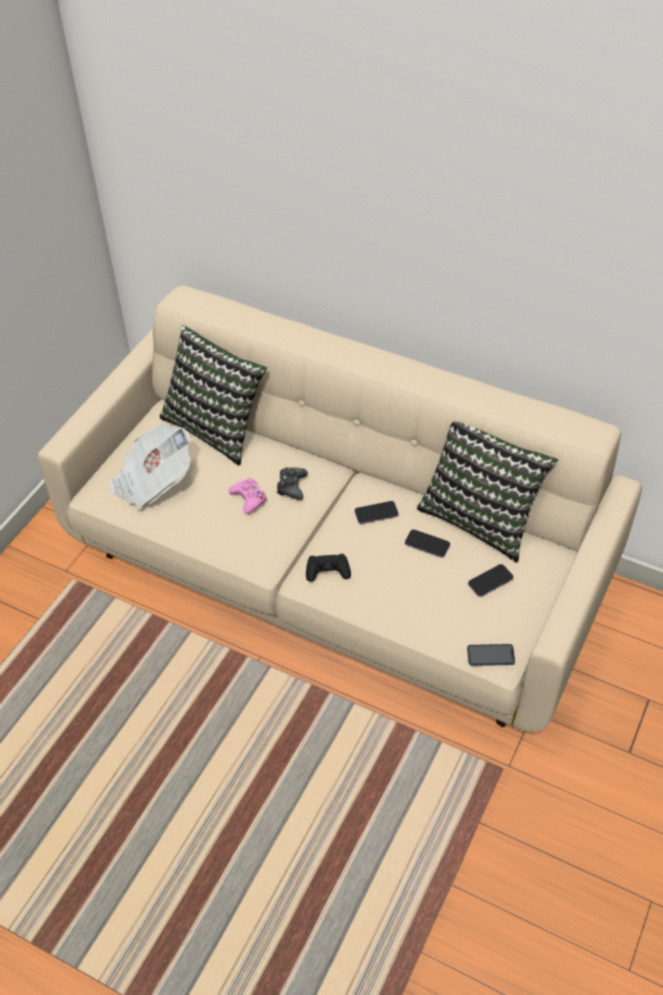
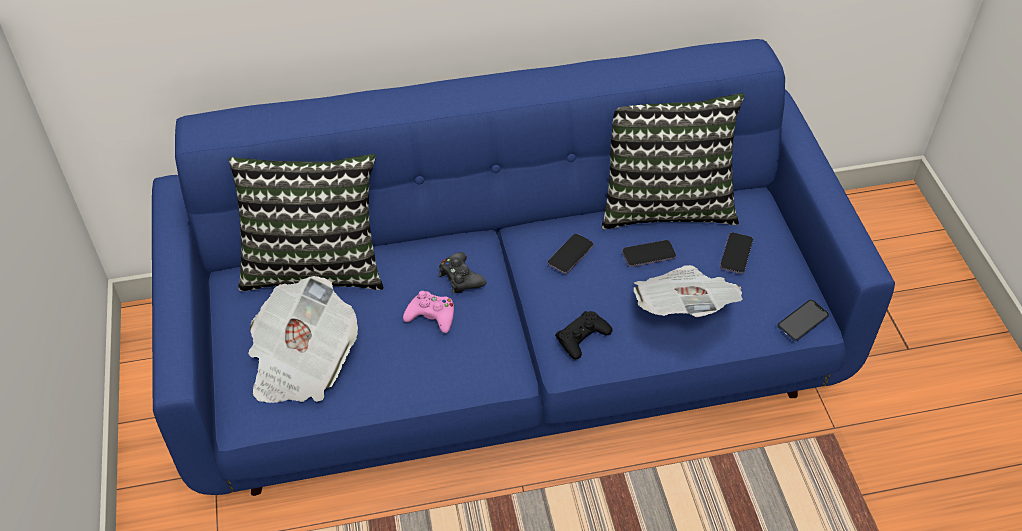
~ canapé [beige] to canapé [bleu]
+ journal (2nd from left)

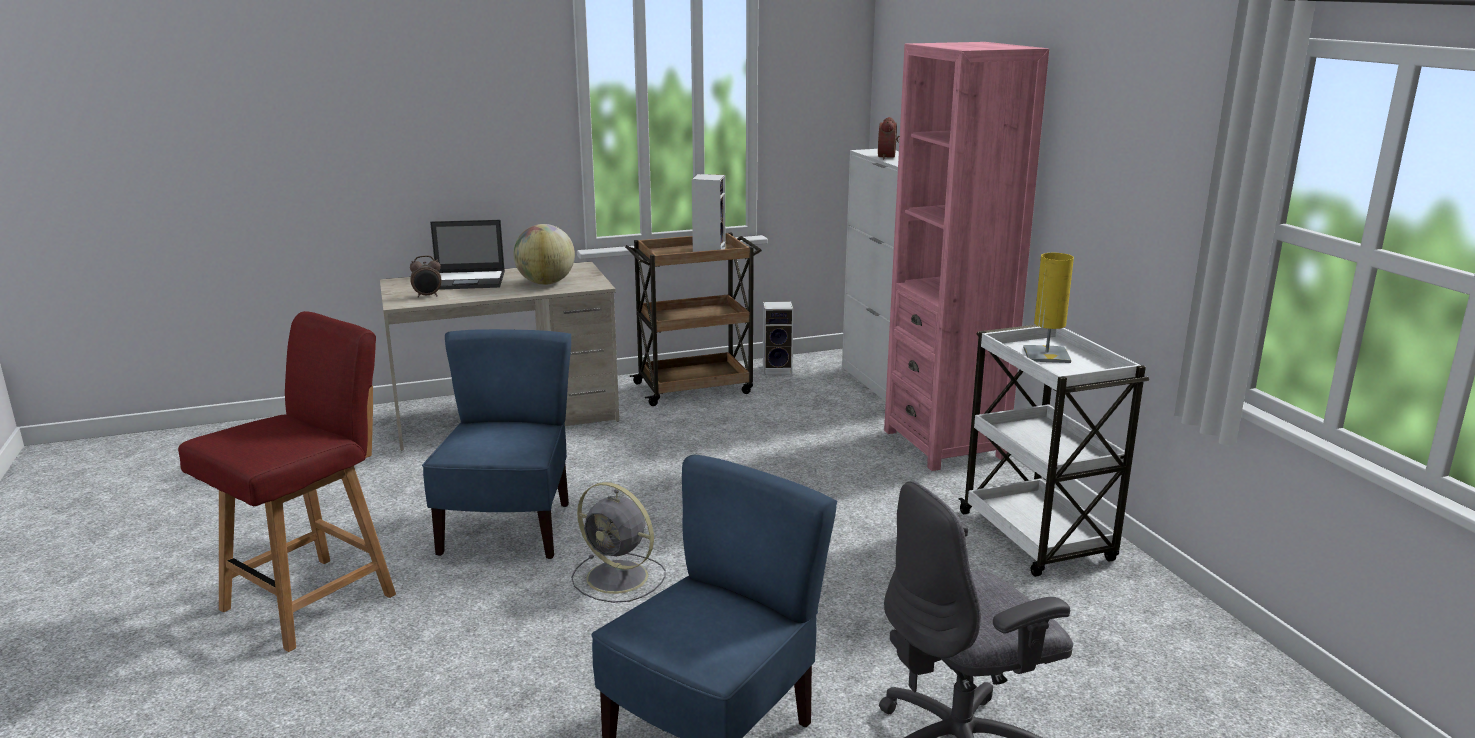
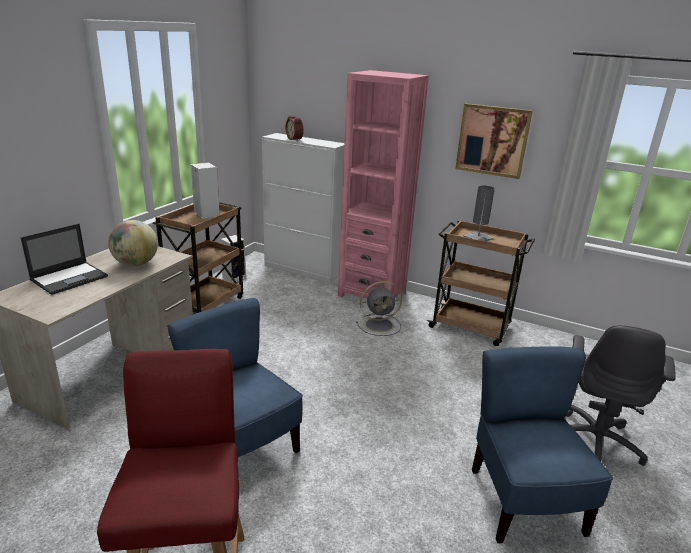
~ ventilateur [gris]
~ chariot [blanc] to chariot [marron] (2nd from left)
+ tableau
~ lampe de table [jaune] to lampe de table [gris]
- réveil (1st from left)

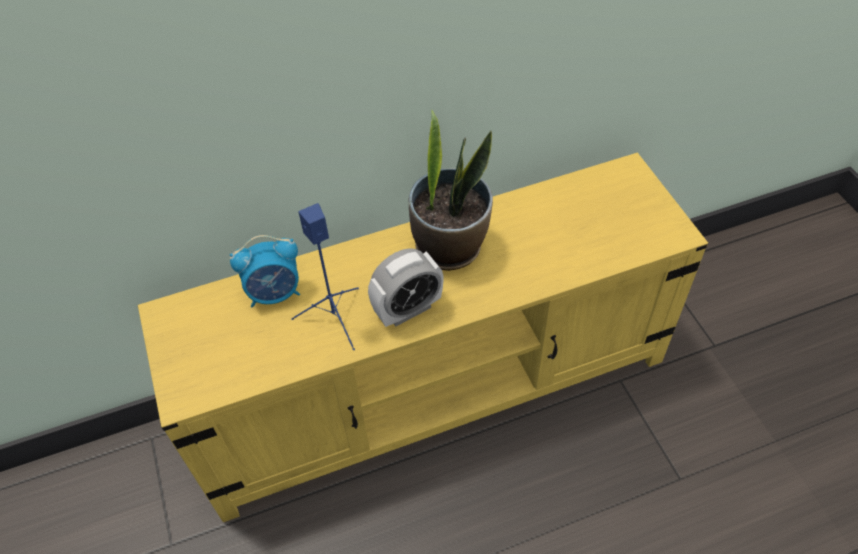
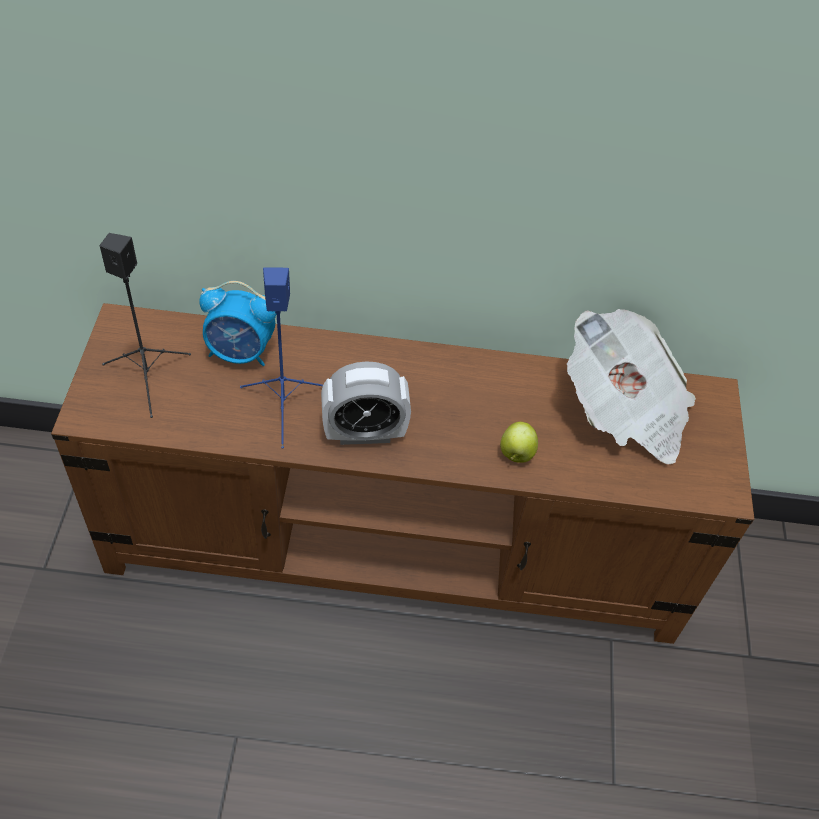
~ meuble télé [jaune] to meuble télé [marron]
+ enceinte [noir]
+ pomme
+ journal
- plante en pot

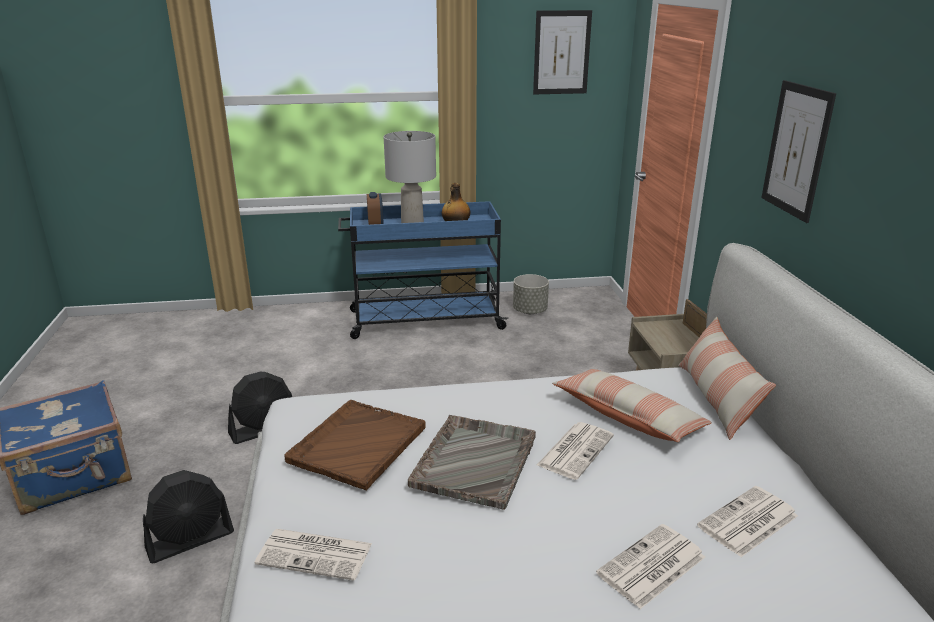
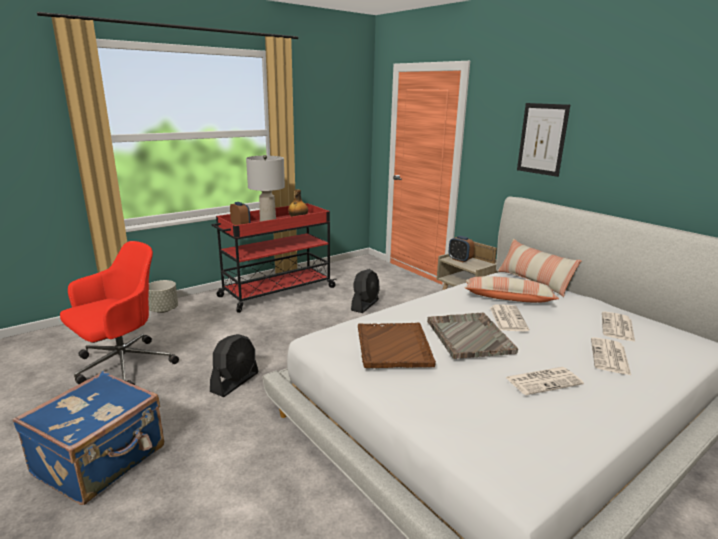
+ chaise de bureau [rouge]
~ cache-pot [gris]
~ chariot [bleu] to chariot [rouge]
~ ventilateur [noir] (1st from left in the first image) to ventilateur [noir] (2nd from left)
+ réveil (2nd from left)
~ journal (1st from left in the first image) to journal (2nd from left)
- tableau (1st from left)

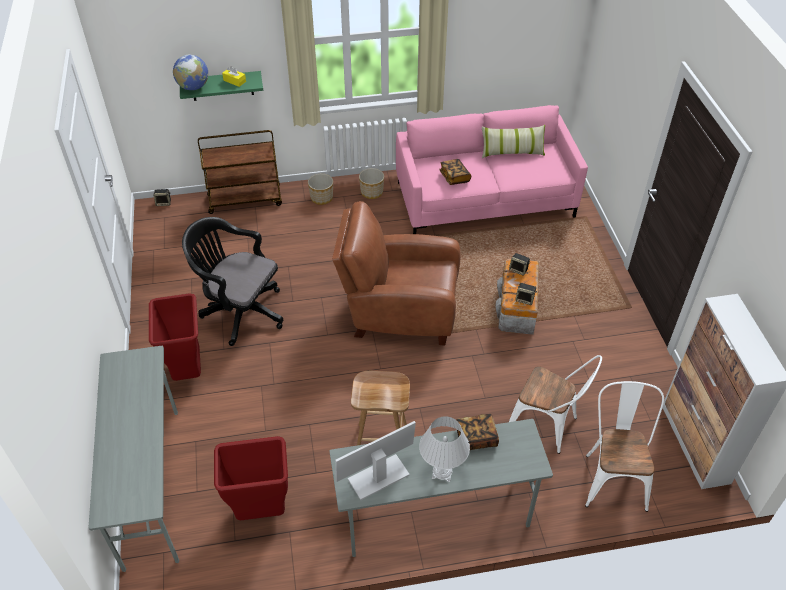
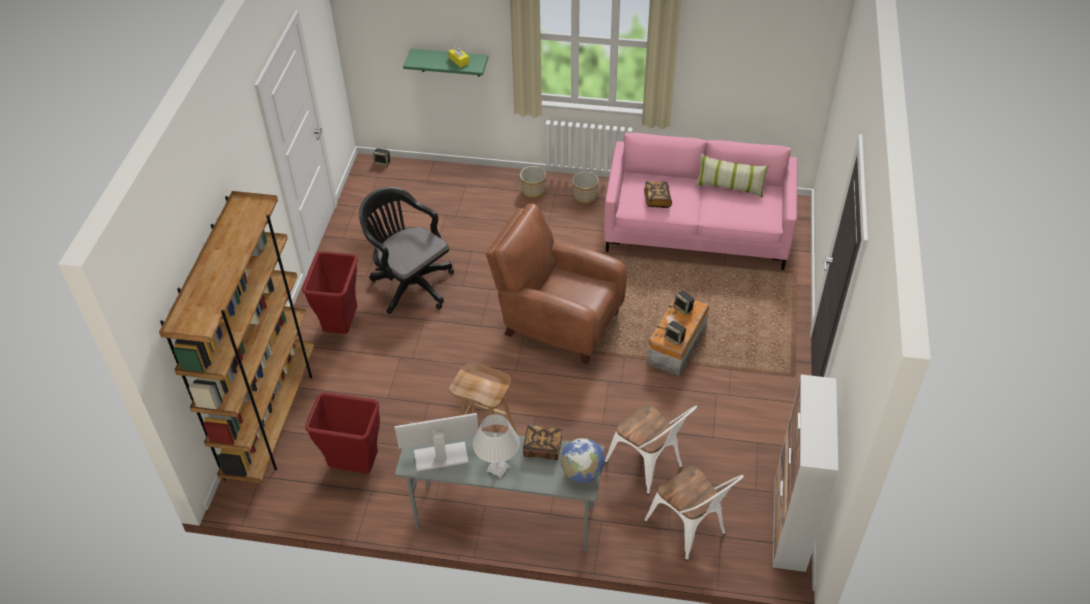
~ bureau [gris] (1st from left) to bibliothèque [marron]
~ globe
~ chaise [blanc] (2nd from left) 120 degrees clockwise
- chariot [marron]

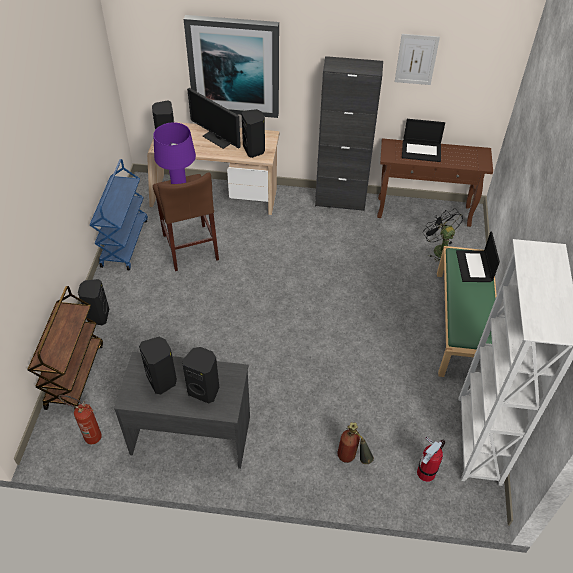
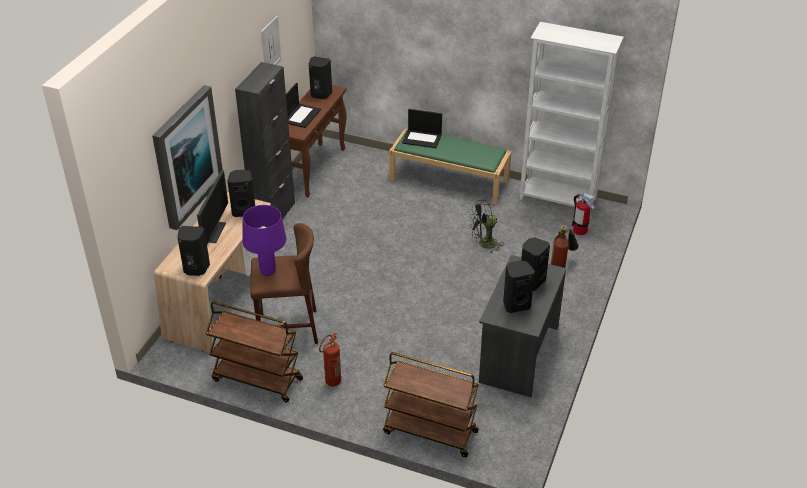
~ écran d'ordinateur 45 degrees counterclockwise
~ chariot [bleu] to chariot [marron] (1st from left)
~ enceinte [noir] (1st from left in the first image) to enceinte [noir] (3rd from left)
~ extincteur (1st from left)
~ ventilateur [noir]

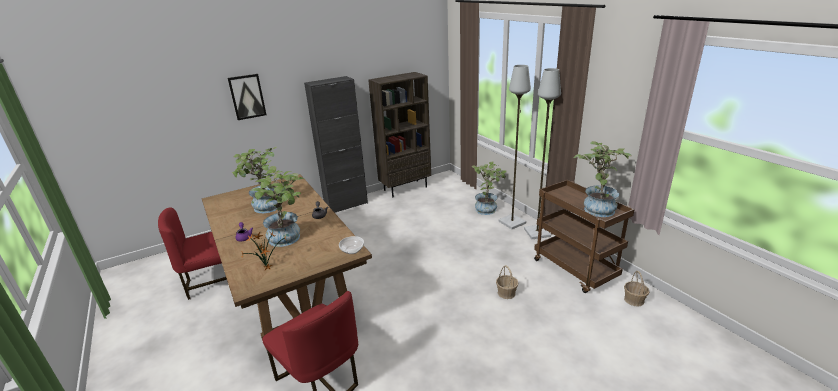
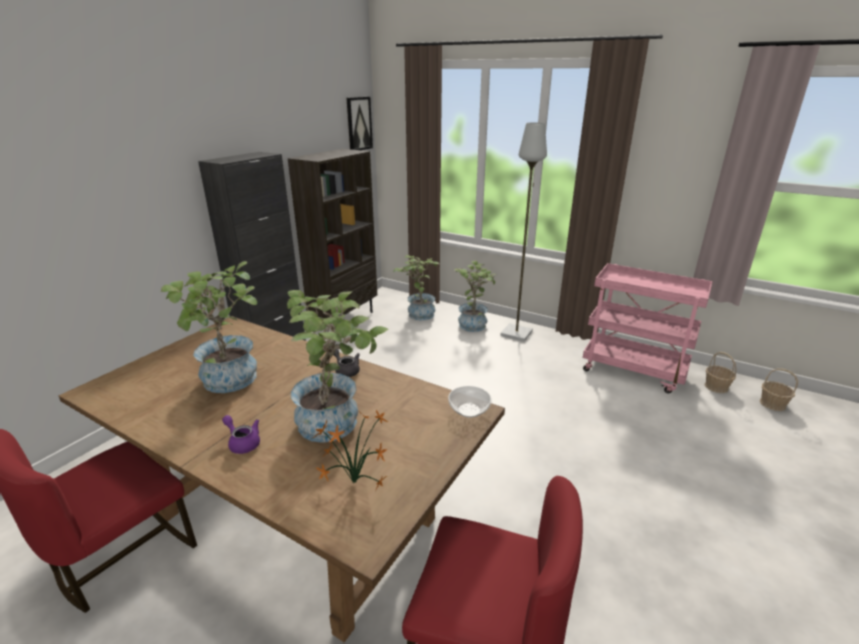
~ tableau
~ plante en pot (5th from left in the first image) to plante en pot (4th from left)
~ chariot [marron] to chariot [rose]
~ panier (1st from left in the first image) to panier (2nd from left)
- lampadaire [gris] (2nd from left)

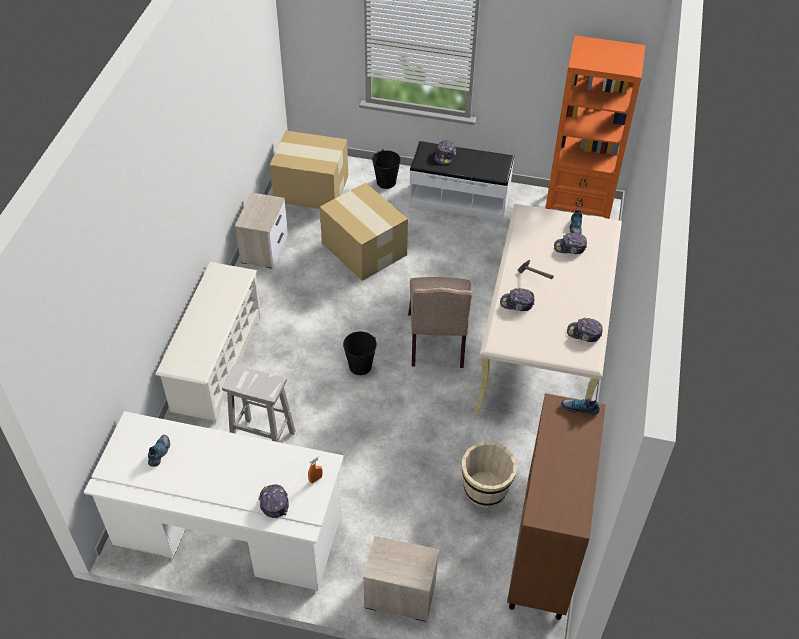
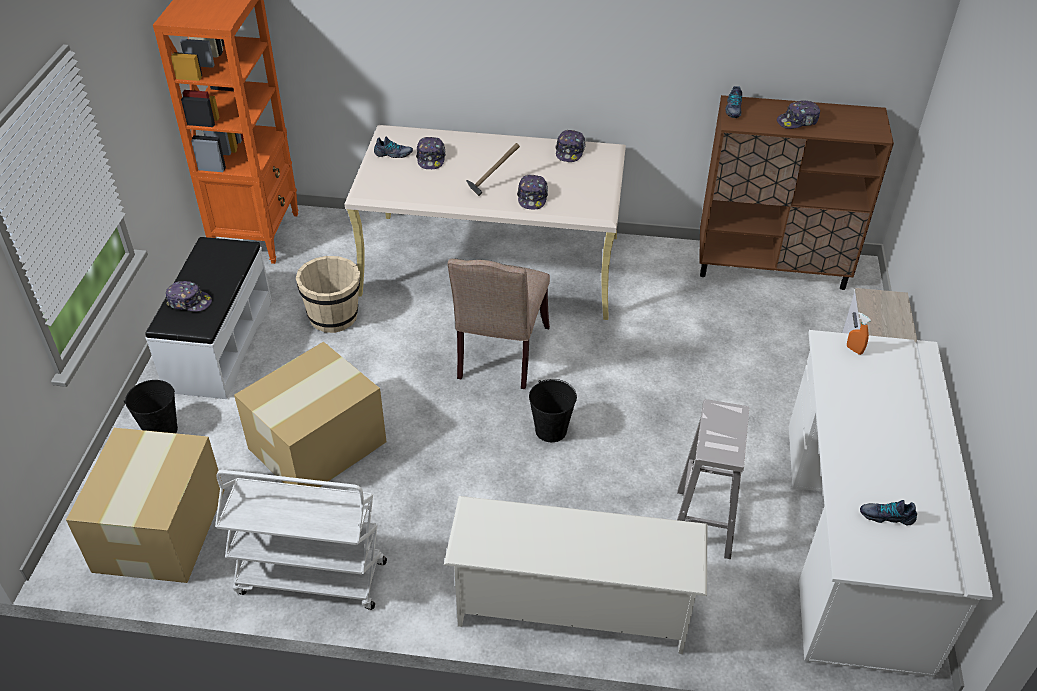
~ table de chevet (1st from left) to chariot [blanc]
~ seau [beige]
~ chaise [beige] 105 degrees clockwise
~ casquette (1st from left in the first image) to casquette (5th from left)

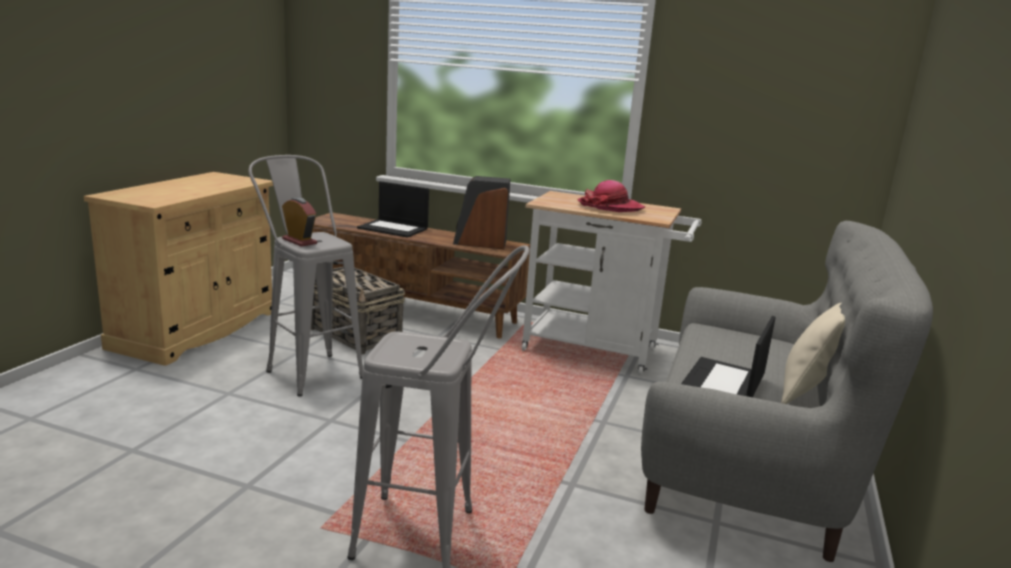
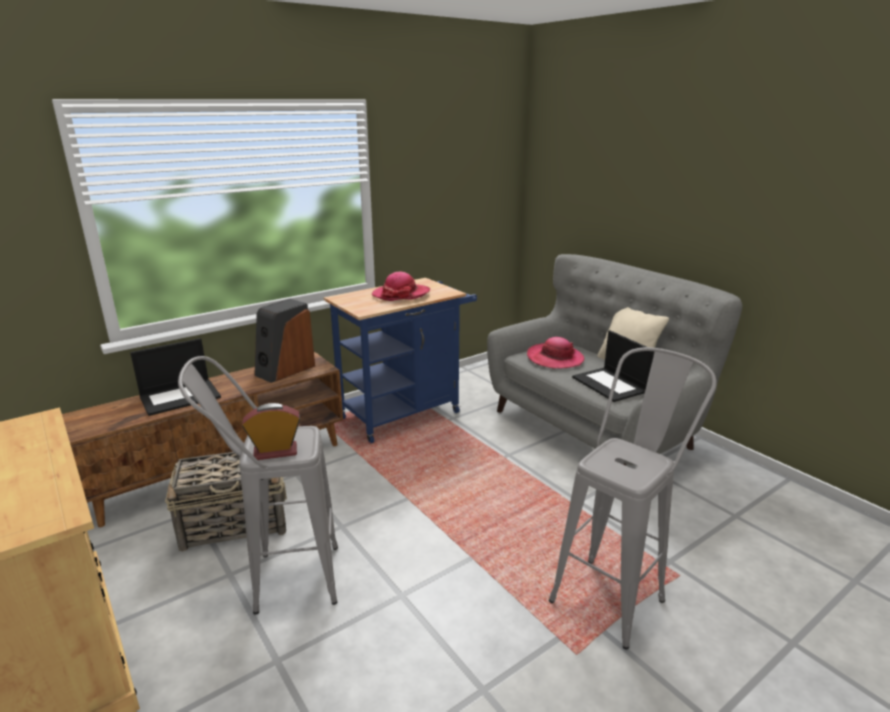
~ chariot [blanc] to chariot [bleu]
+ chapeau (2nd from left)

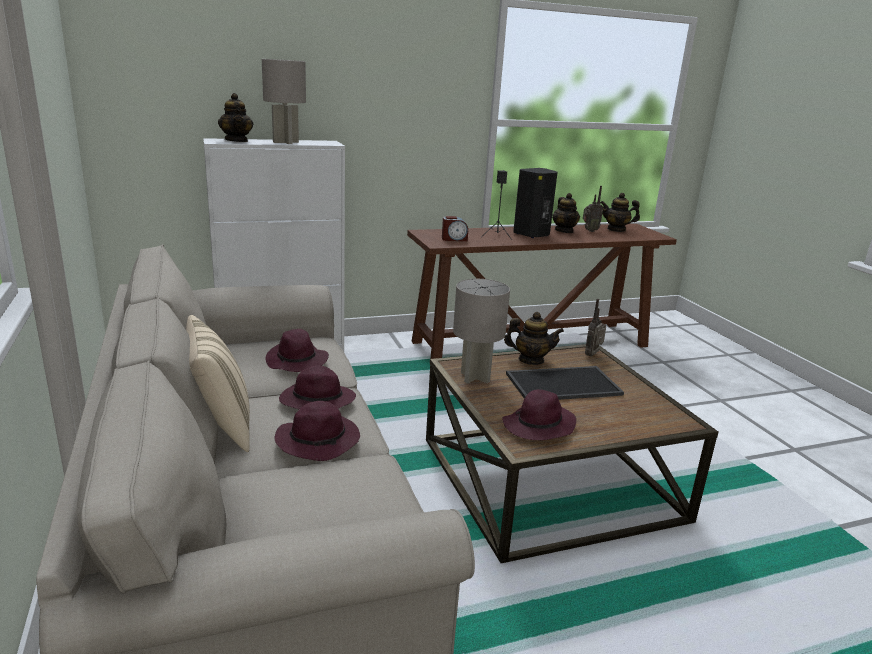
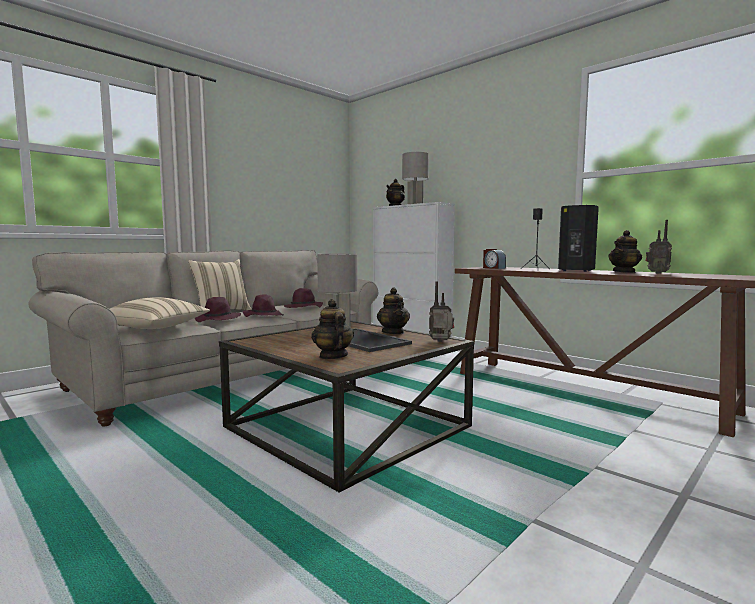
+ coussin [beige] (1st from left)
~ théière (4th from left in the first image) to théière (1st from left)
- chapeau [violet] (4th from left)

